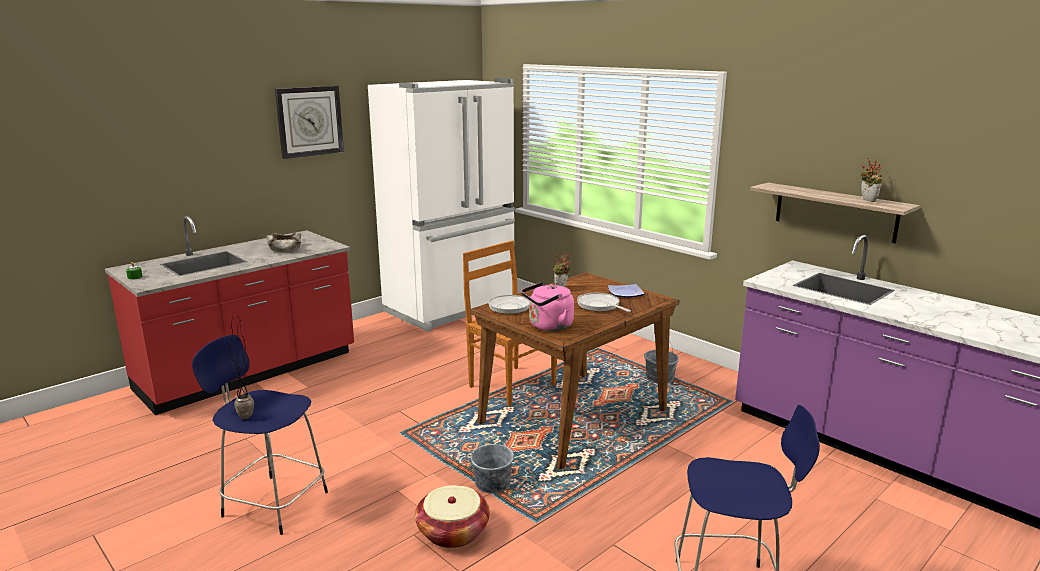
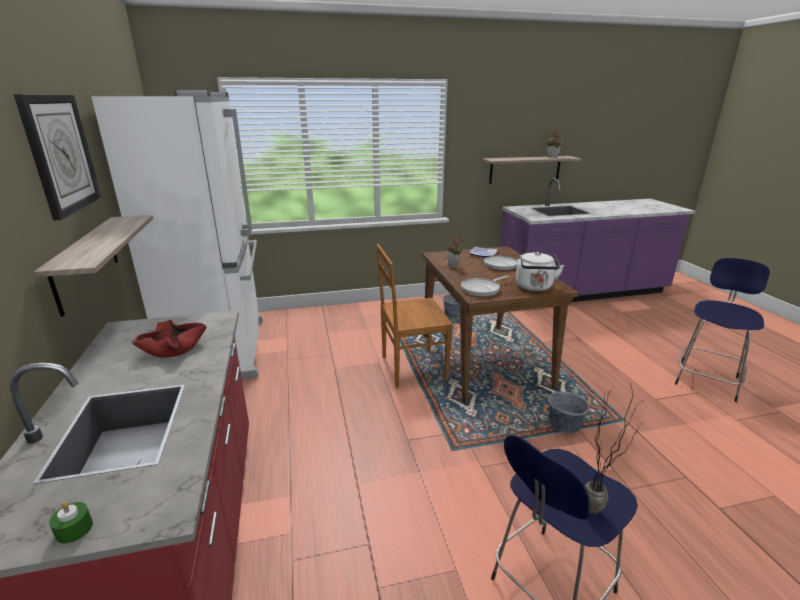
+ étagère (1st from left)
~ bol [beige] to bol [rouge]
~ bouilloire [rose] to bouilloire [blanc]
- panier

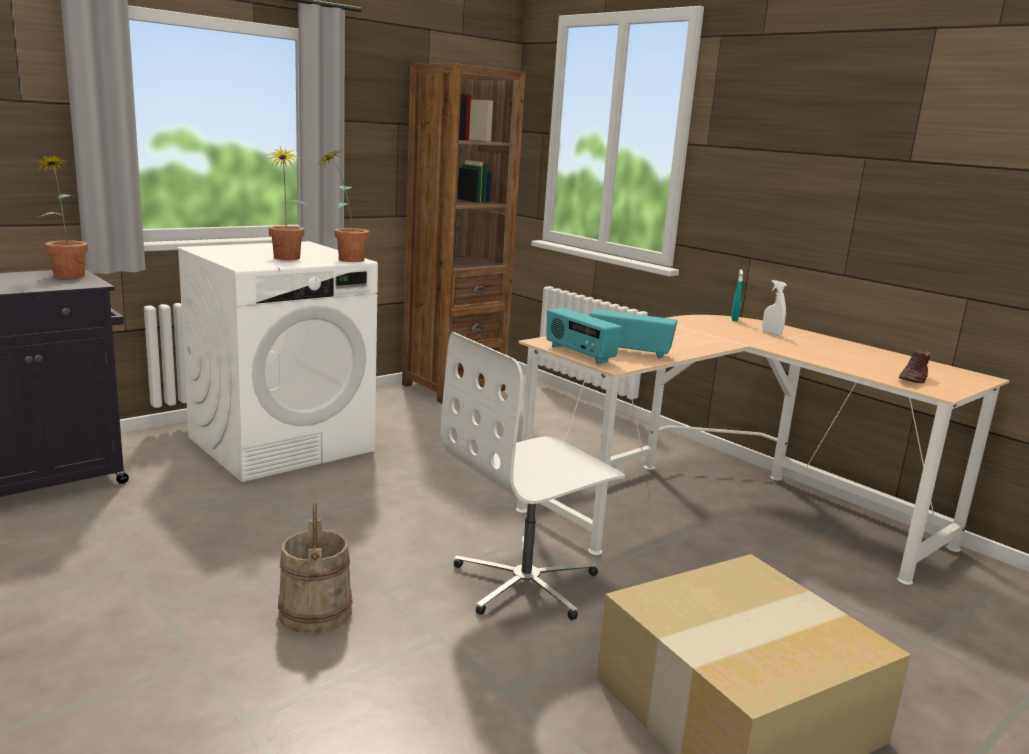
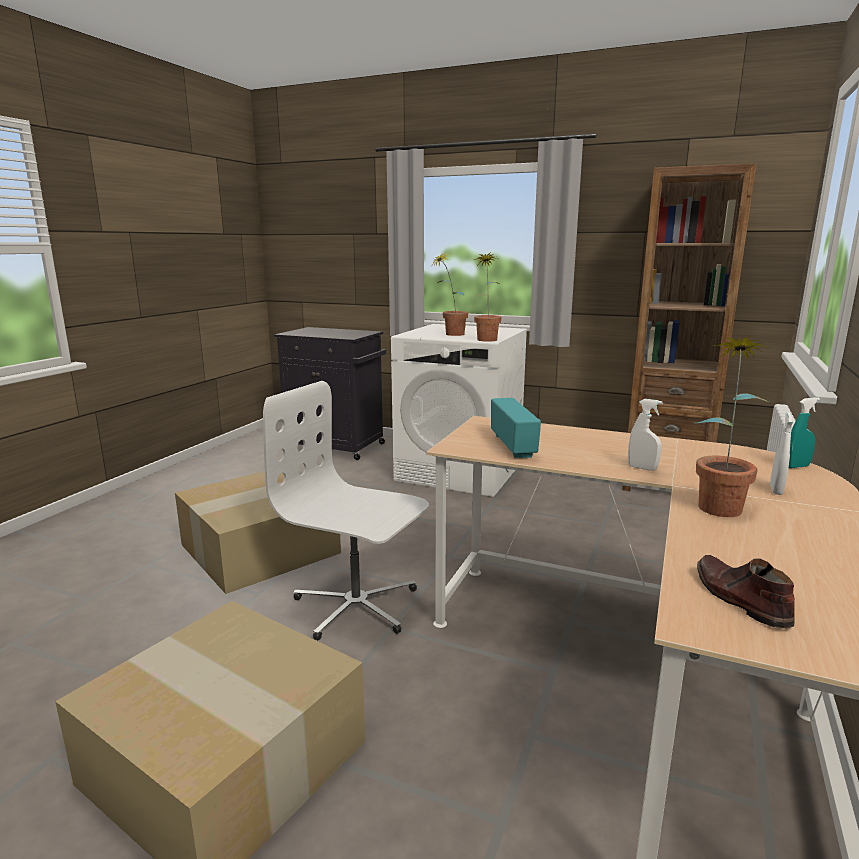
~ seau [beige] to carton (2nd from left)
+ vaporisateur [blanc] (1st from left)
~ plante en pot (1st from left in the first image) to plante en pot (3rd from left)
~ chaussure [marron] 60 degrees clockwise
- radio (1st from left)

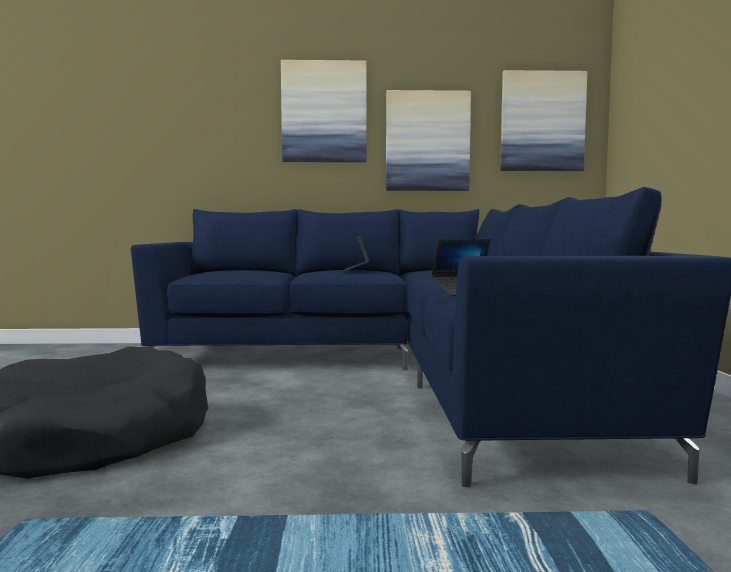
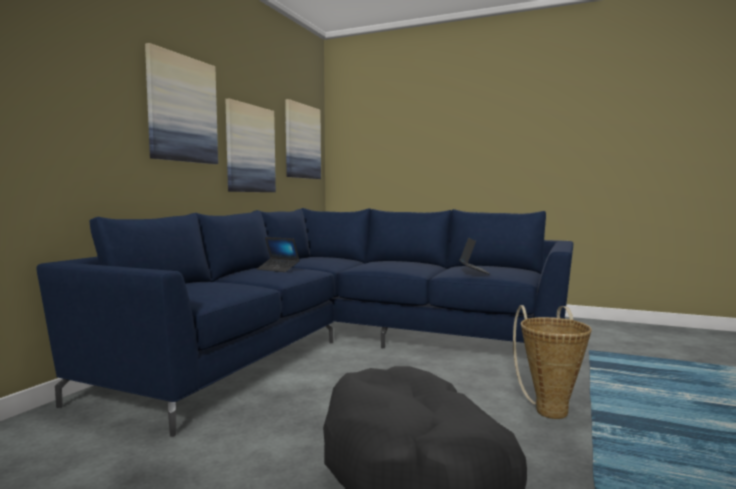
+ panier

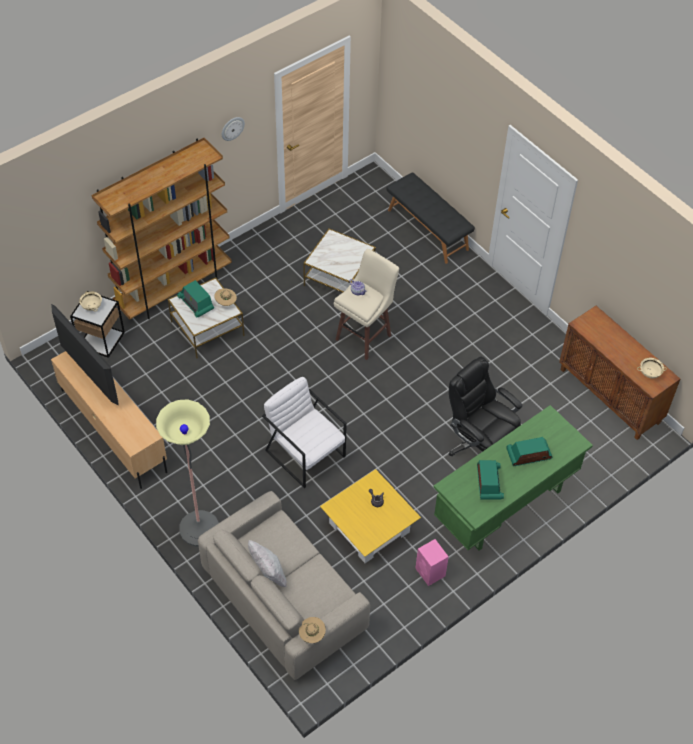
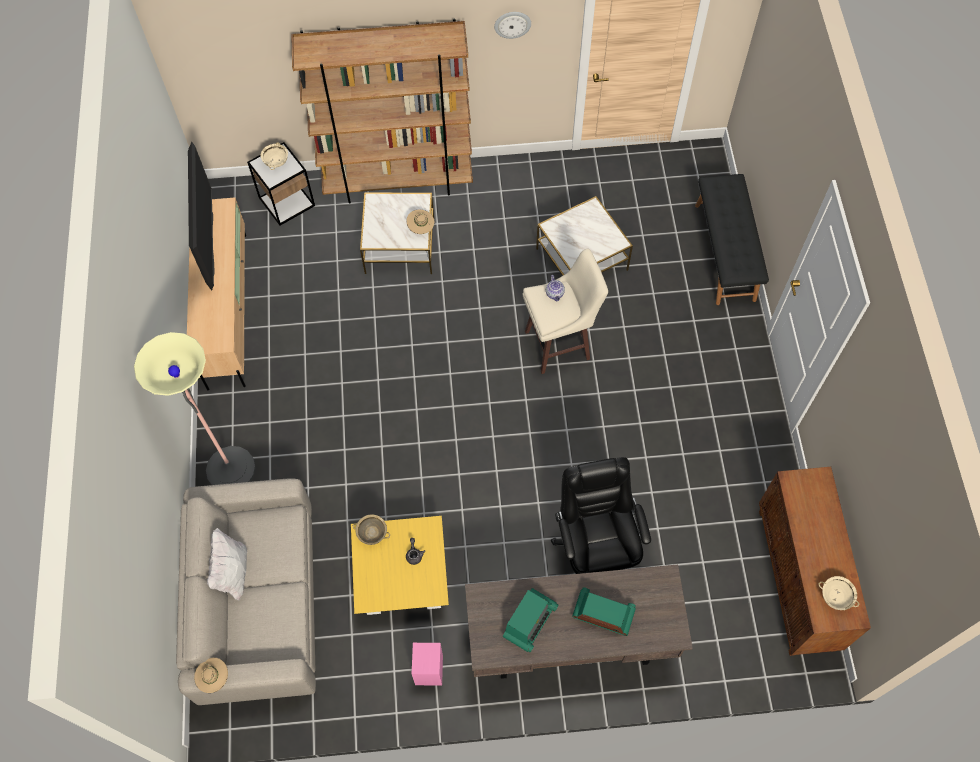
+ bol [beige] (2nd from left)
~ bureau [vert] to bureau [marron]
- radio (1st from left)
- fauteuil [blanc]

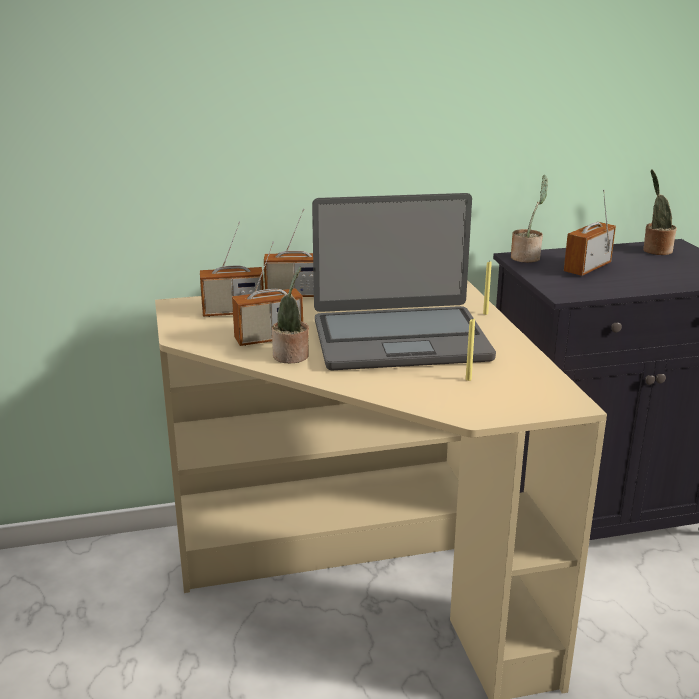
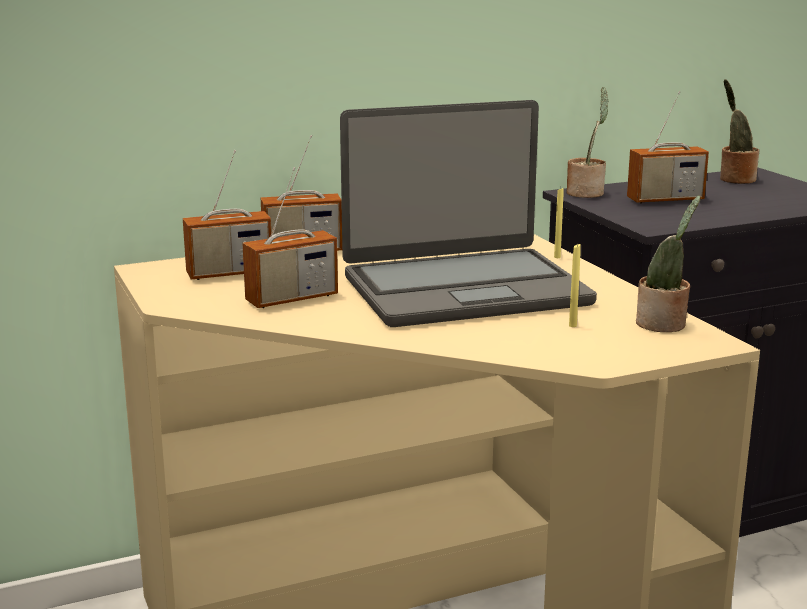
~ radio (4th from left) 135 degrees counterclockwise
~ plante en pot (1st from left in the first image) to plante en pot (2nd from left)

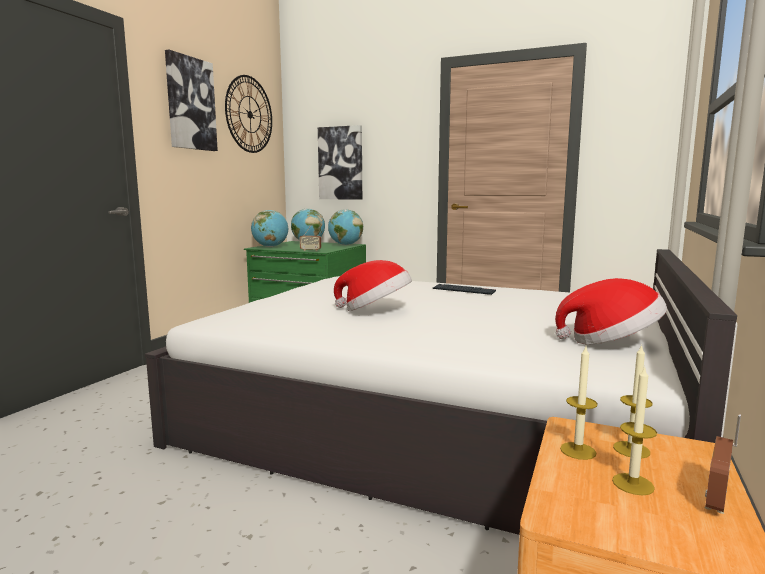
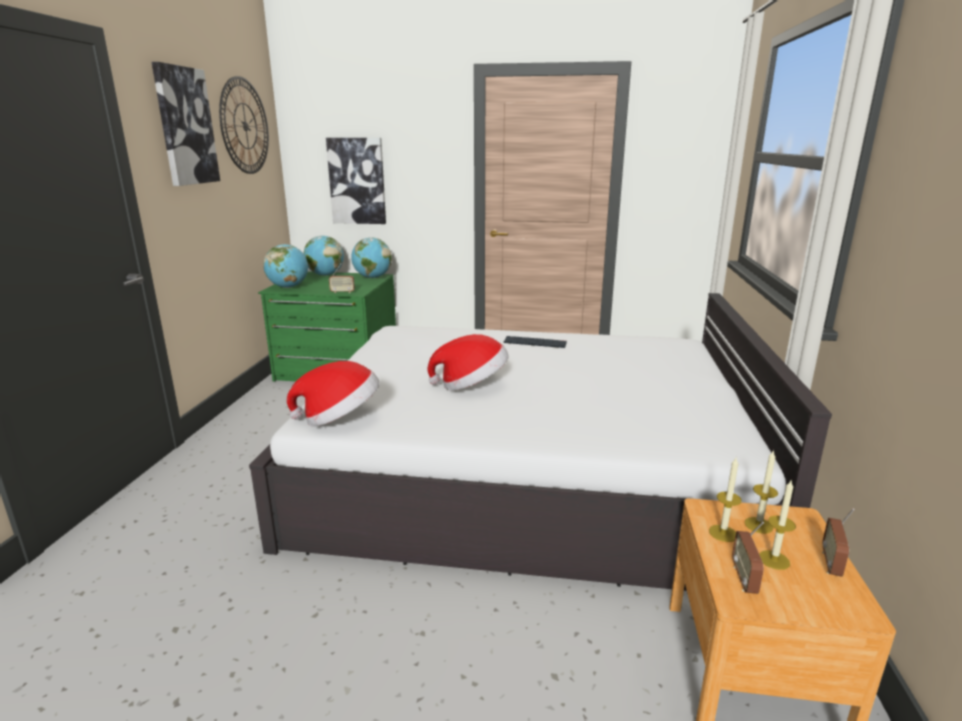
~ chapeau (2nd from left in the first image) to chapeau (1st from left)
+ radio (2nd from left)

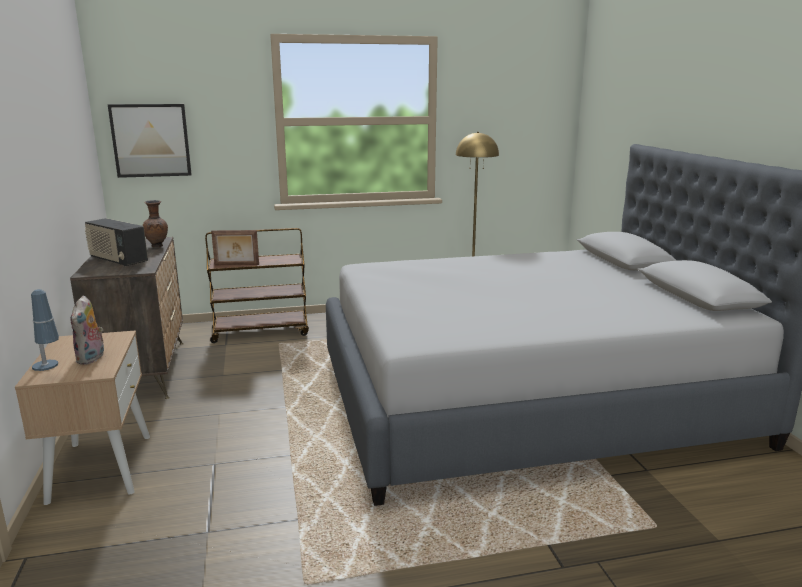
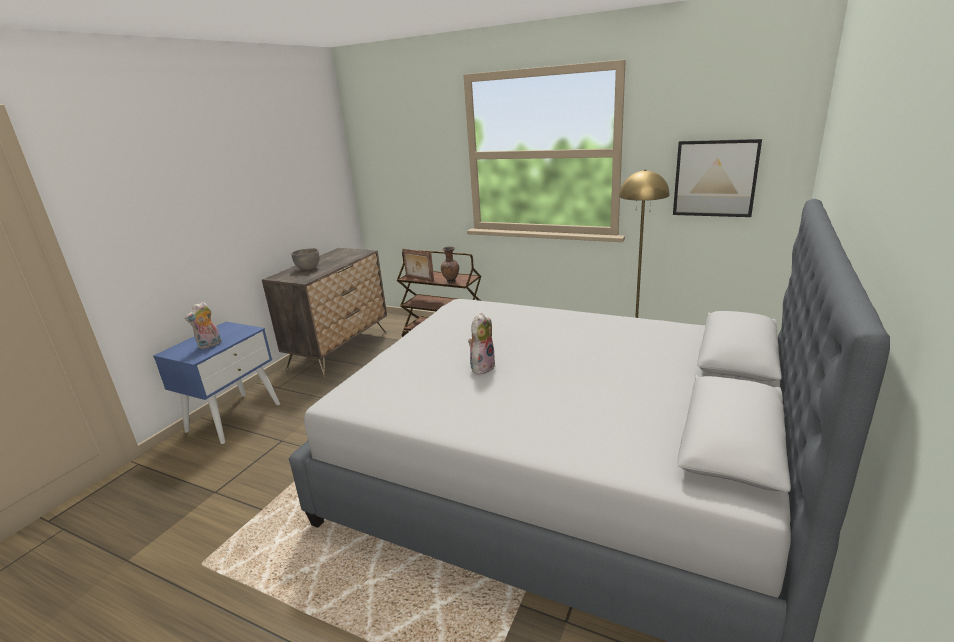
~ table de chevet [beige] to table de chevet [bleu]
~ radio to bol [gris]
~ vase [marron]
+ peluche (2nd from left)
~ tableau
- lampe de table

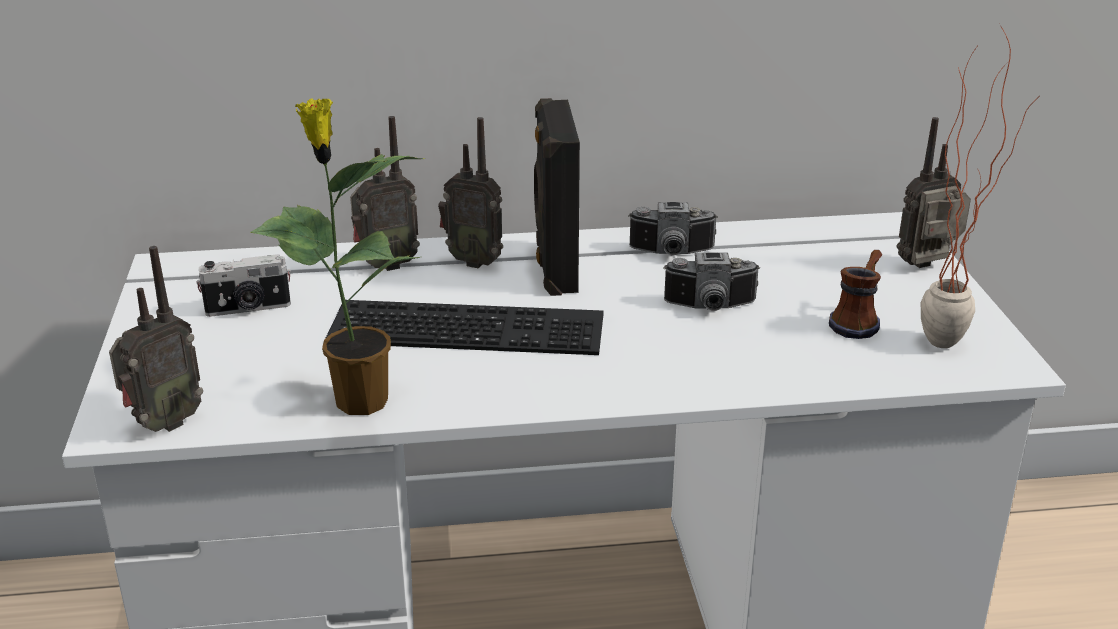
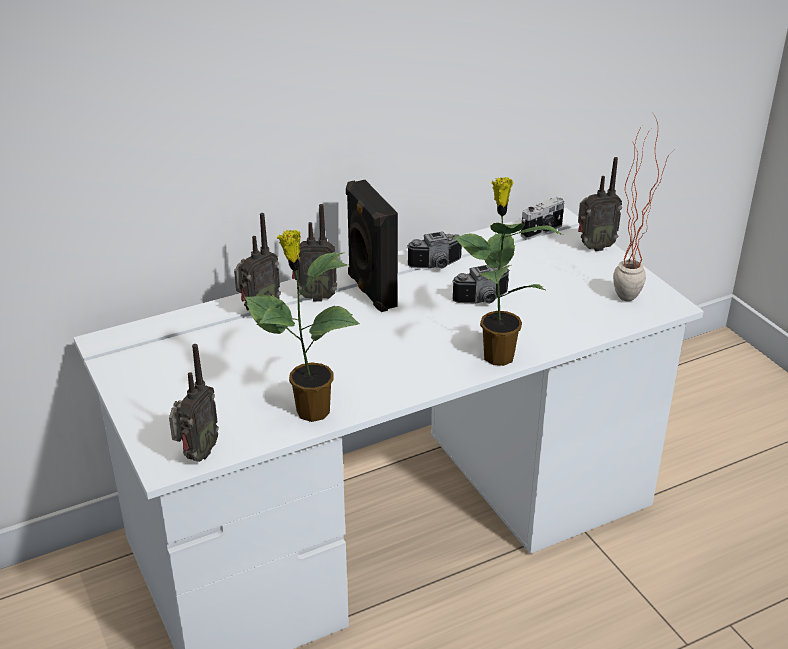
+ plante en pot (2nd from left)
~ appareil photo (1st from left in the first image) to appareil photo (3rd from left)
~ radio (4th from left) 150 degrees counterclockwise
- clavier
- mug

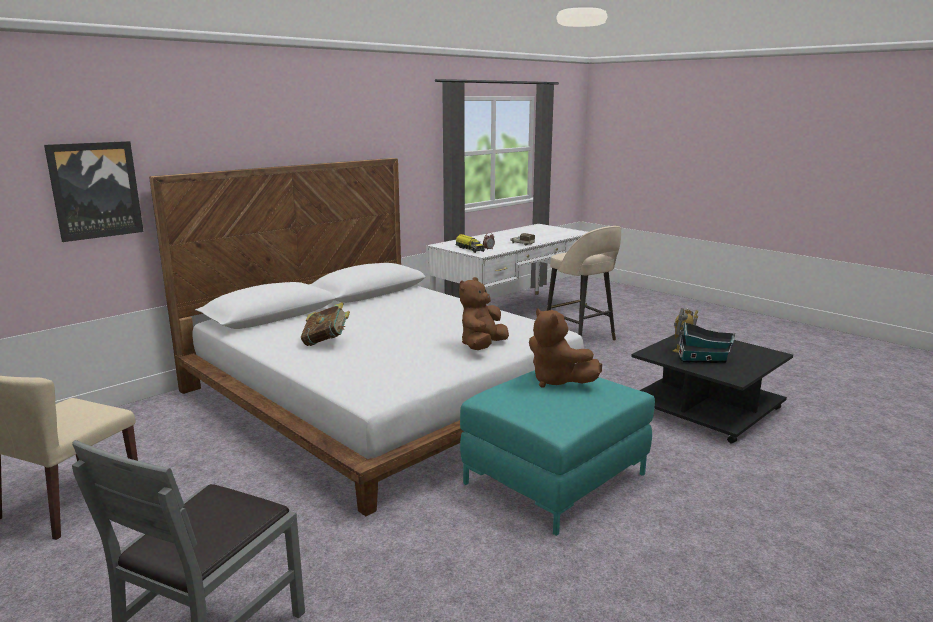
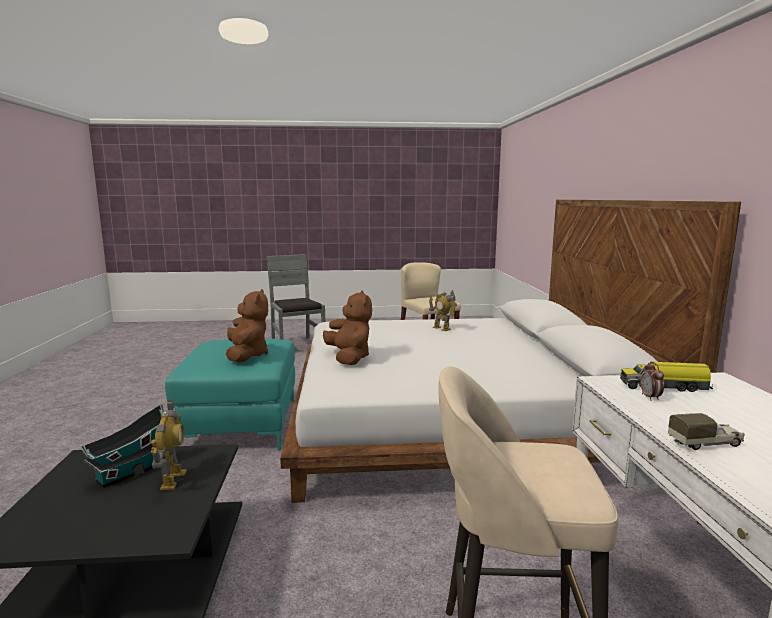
~ peluche [marron] (2nd from left in the first image) 75 degrees clockwise
~ livre to robot jouet (2nd from left)
- tableau

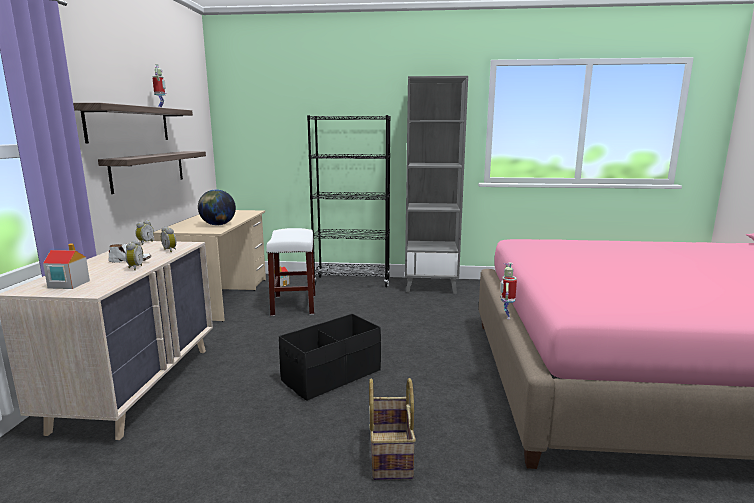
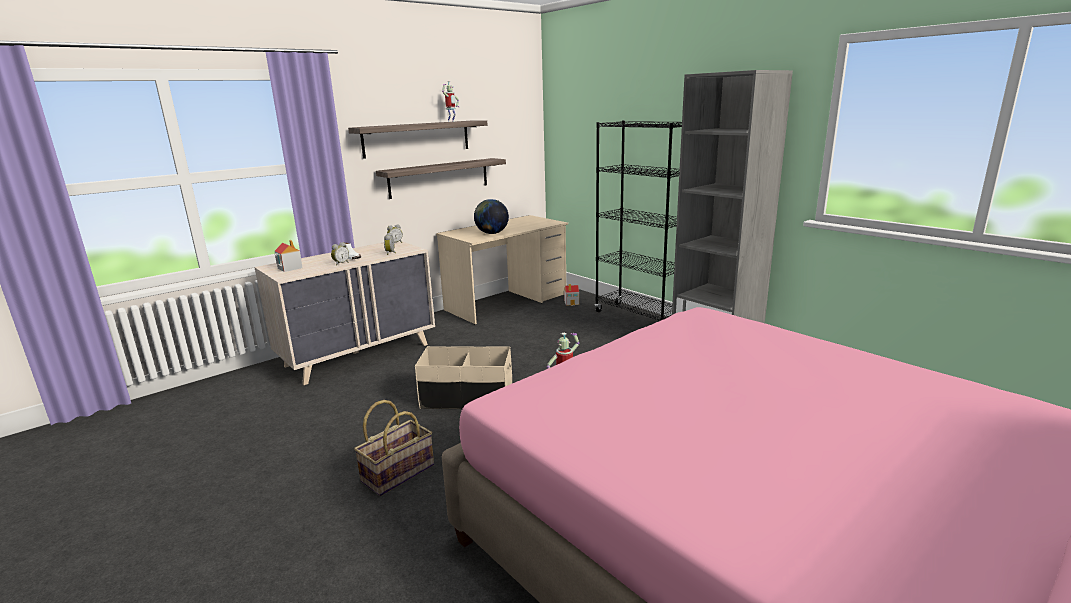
~ boîte de rangement [noir] to boîte de rangement [beige]
- tabouret [blanc]

